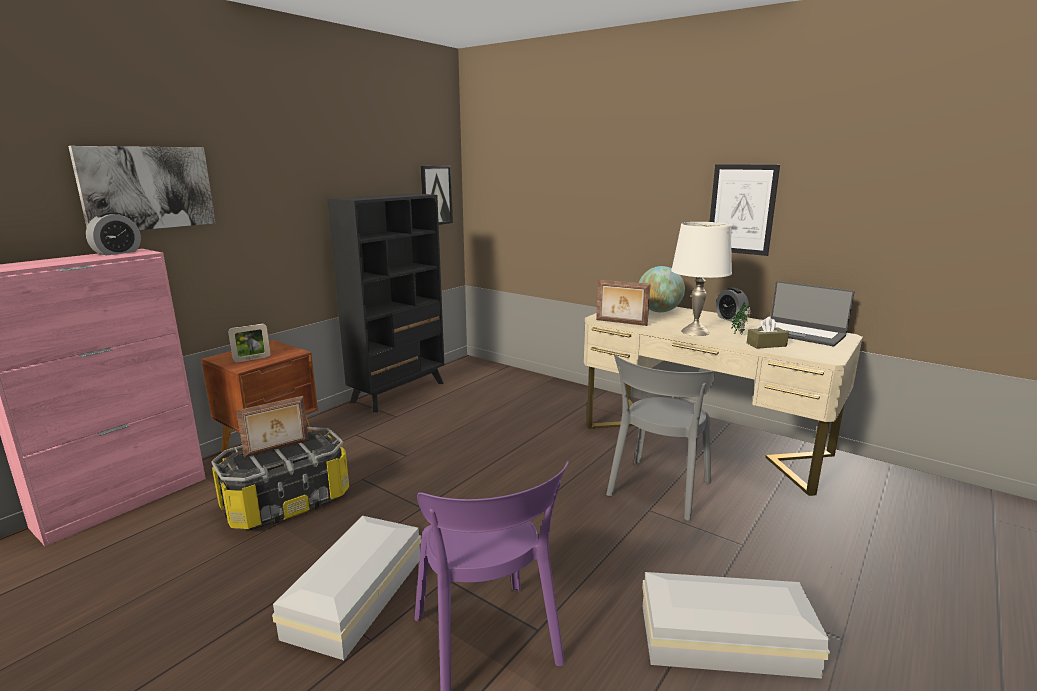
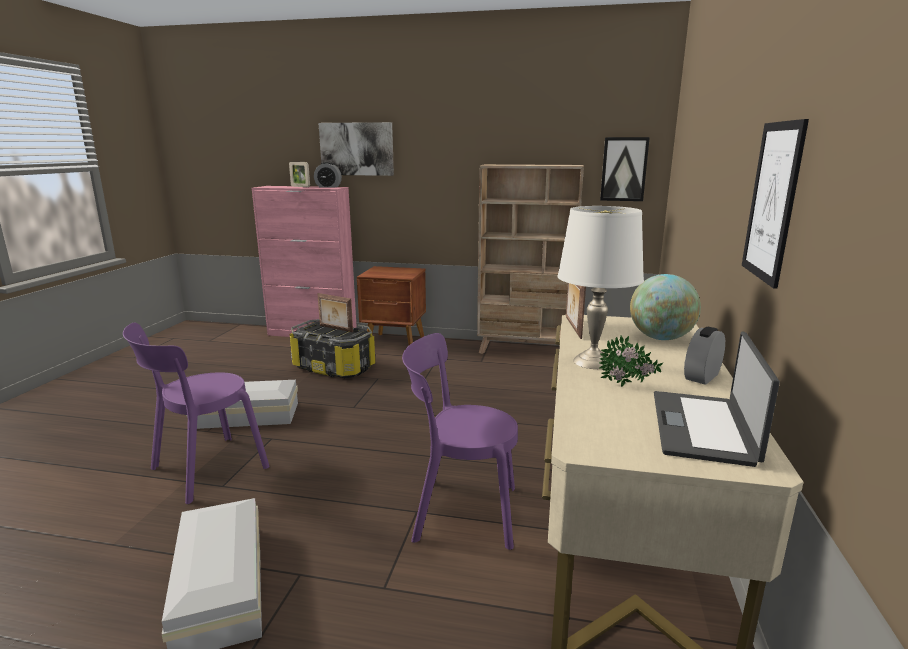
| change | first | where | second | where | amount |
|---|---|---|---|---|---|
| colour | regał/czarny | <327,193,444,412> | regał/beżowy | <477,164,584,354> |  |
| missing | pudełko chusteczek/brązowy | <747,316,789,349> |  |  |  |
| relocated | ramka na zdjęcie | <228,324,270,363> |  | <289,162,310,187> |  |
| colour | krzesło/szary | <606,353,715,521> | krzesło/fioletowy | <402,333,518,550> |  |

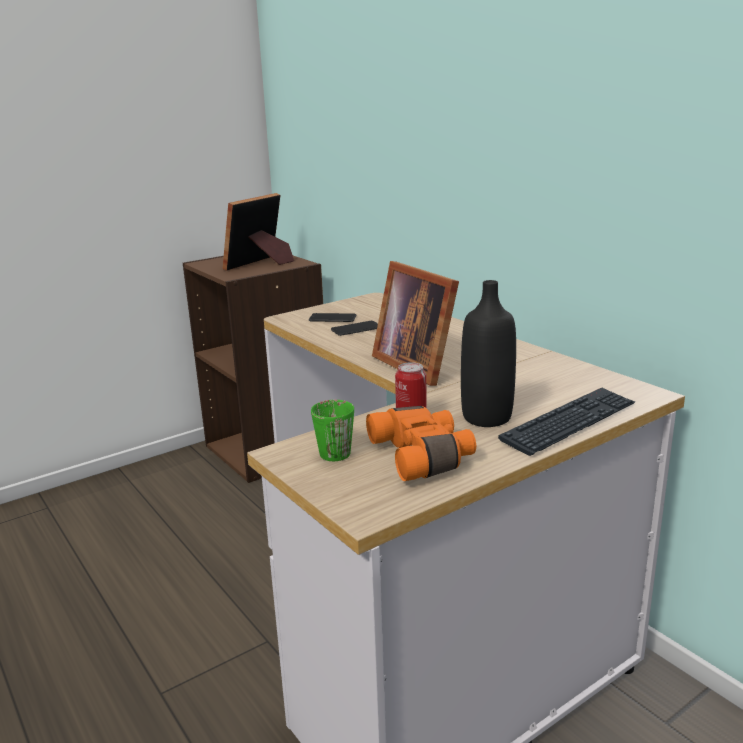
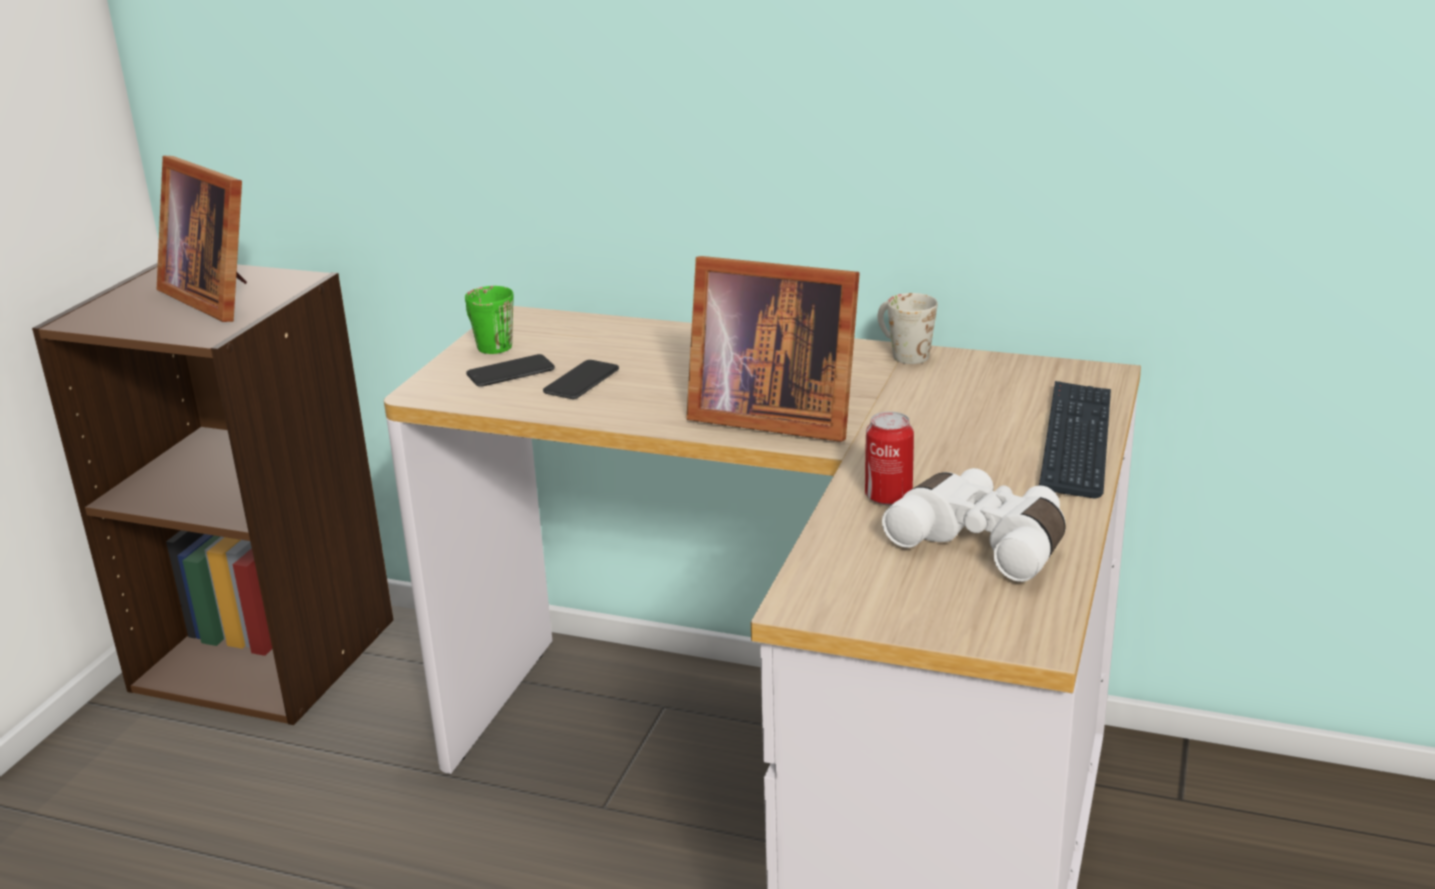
| change | first | where | second | where | amount |
|---|---|---|---|---|---|
| spun | ramka na zdjęcie | <223,193,294,271> |  | <157,156,247,322> | 45 degrees counterclockwise |
| missing | butelka/czarny | <461,280,516,427> |  |  |  |
| relocated | kubek/zielony | <311,400,354,461> |  | <465,286,514,354> |  |
| colour | lornetka/pomarańczowy | <366,406,476,481> | lornetka/biały | <882,468,1066,582> |  |
| appeared |  |  | kubek/biały | <878,293,938,364> |  |

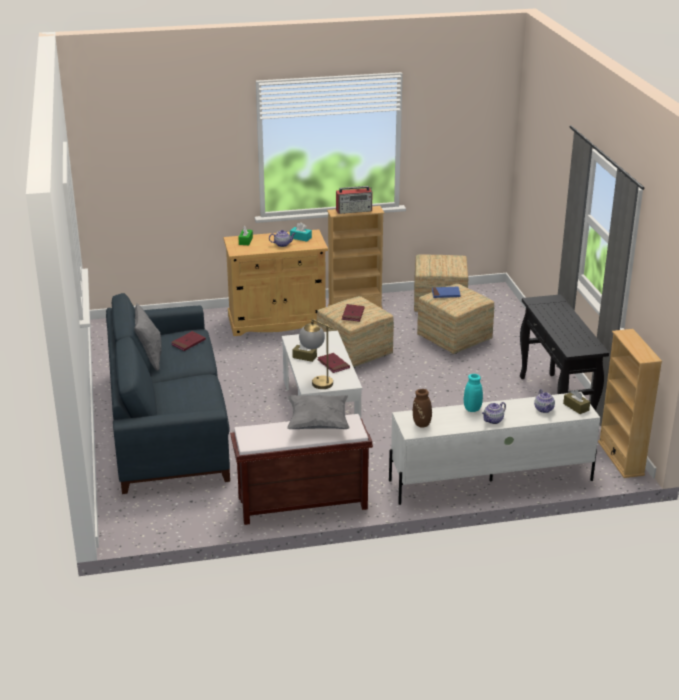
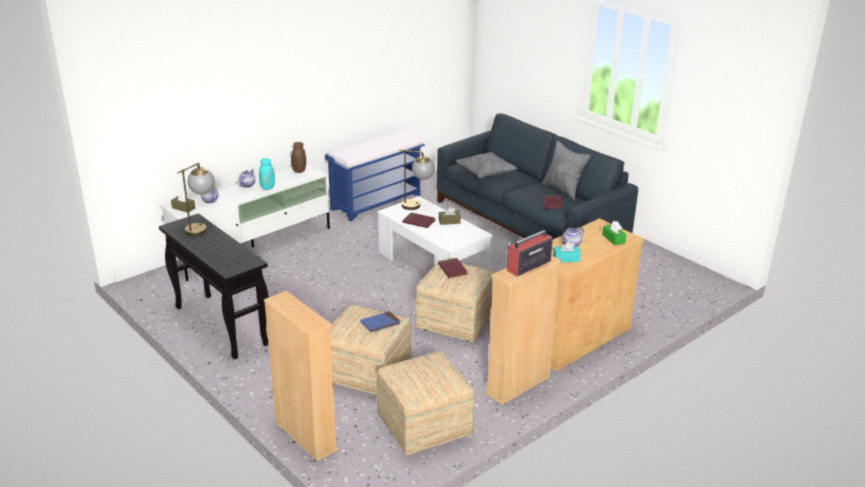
| change | first | where | second | where | amount |
|---|---|---|---|---|---|
| relocated | regał/beżowy | <598,329,662,478> |  | <264,291,338,461> |  |
| relocated | poduszka/szary | <287,395,350,429> |  | <455,152,518,178> |  |
| colour | ławka/brązowy | <230,414,373,525> | ławka/niebieski | <325,130,425,221> |  |
| appeared |  |  | lampa stołowa | <177,163,215,236> |  |

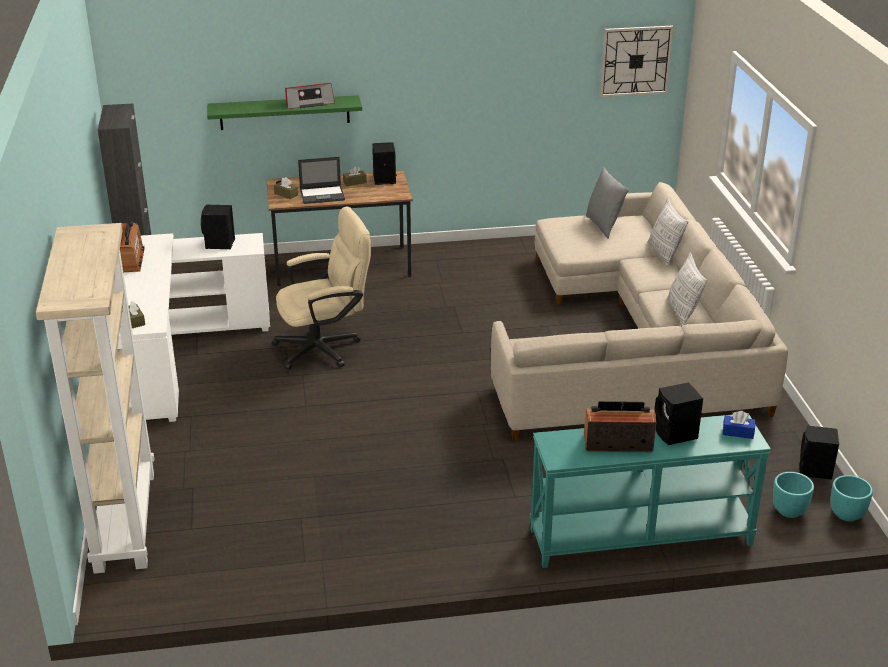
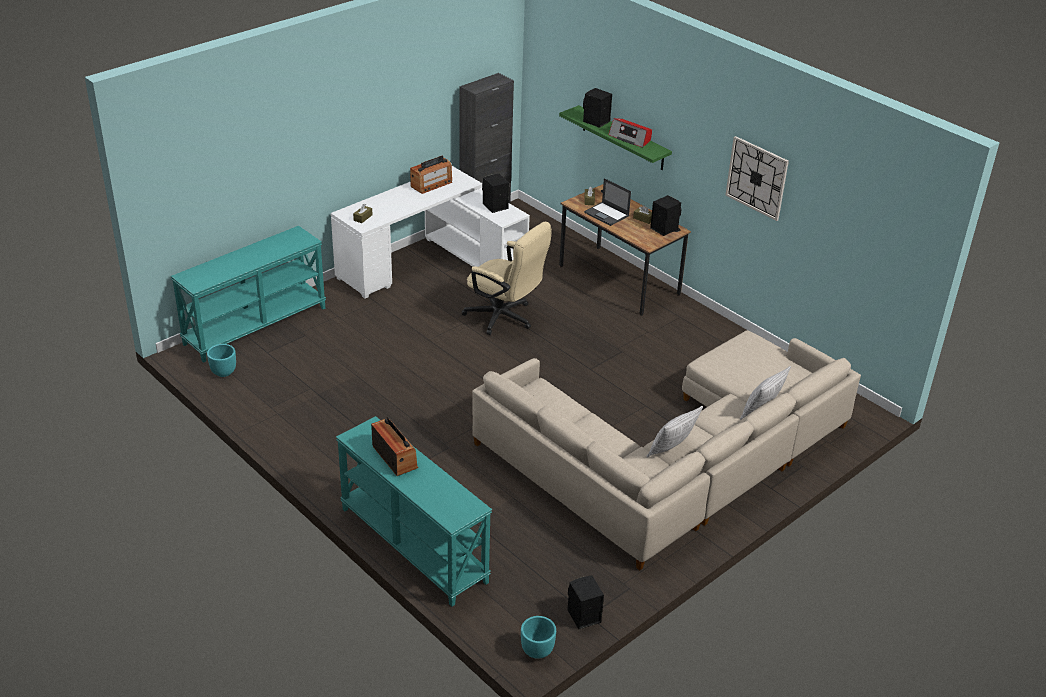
| change | first | where | second | where | amount |
|---|---|---|---|---|---|
| relocated | zegar ścienny | <600,26,674,97> |  | <726,136,789,221> |  |
| missing | poduszka/szary | <586,167,629,239> |  |  |  |
| exchanged | regał/beżowy | <36,223,154,574> | stolik konsolowy/turkusowy | <171,226,326,363> |  |
| relocated | głośnik/czarny | <655,382,703,445> |  | <583,88,612,128> |  |
| missing | pudełko chusteczek/niebieski | <723,411,755,439> |  |  |  |
| relocated | donica/turkusowy | <773,472,814,518> |  | <207,344,236,377> |  |

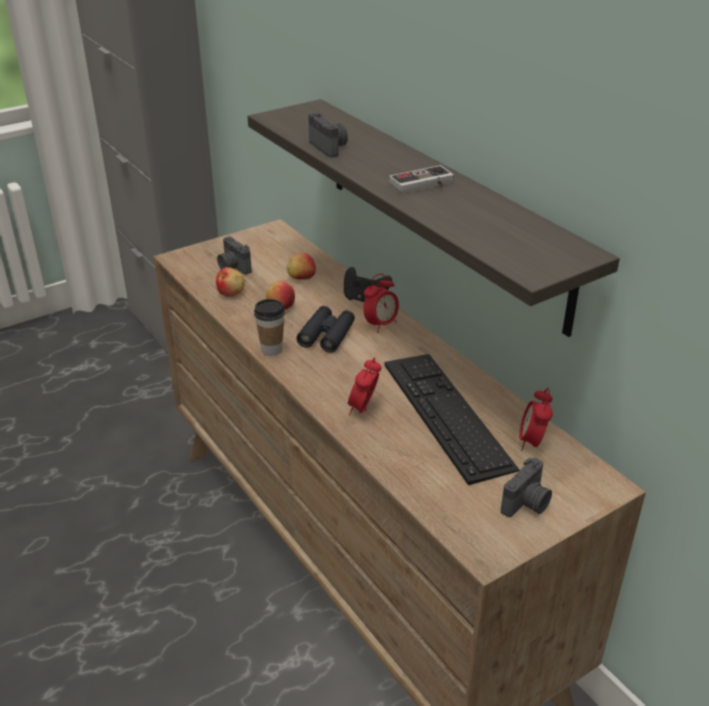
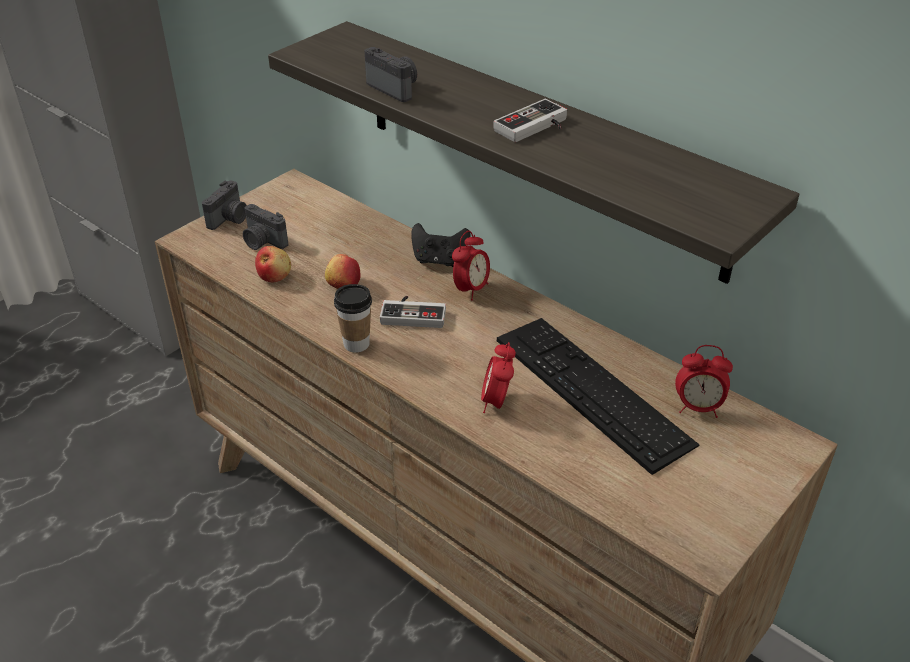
| change | first | where | second | where | amount |
|---|---|---|---|---|---|
| missing | jabłko | <287,253,316,280> |  |  |  |
| exchanged | lornetka/czarny | <297,306,355,353> | pad do gier | <380,296,446,328> |  |
| spun | budzik | <519,388,553,451> |  | <675,345,733,418> | 75 degrees counterclockwise |
| relocated | aparat fotograficzny | <501,458,552,517> |  | <202,181,247,230> |  |

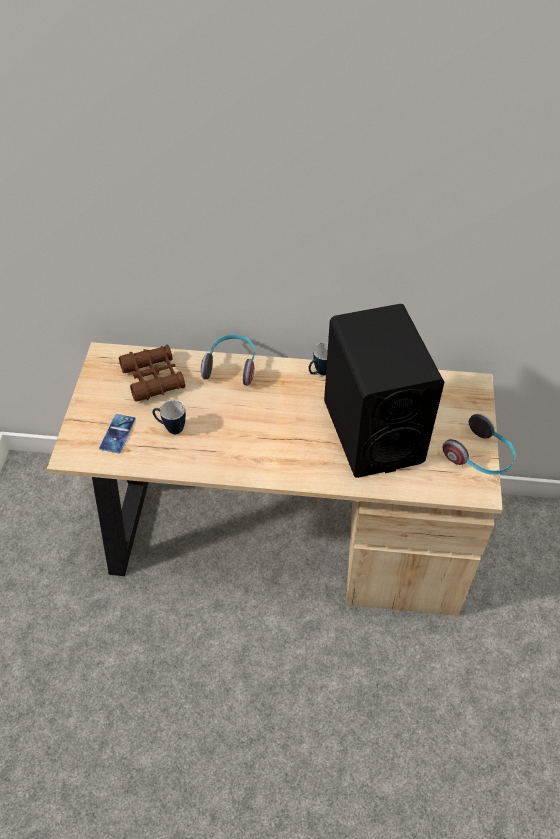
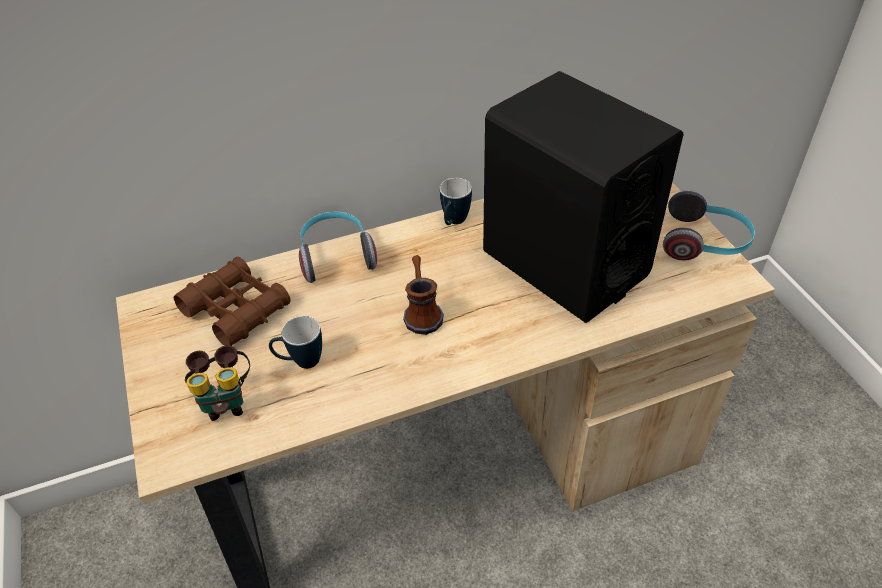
| change | first | where | second | where | amount |
|---|---|---|---|---|---|
| exchanged | telefon | <99,414,136,453> | lornetka | <185,345,250,421> |  |
| appeared |  |  | kubek | <403,255,444,335> |  |

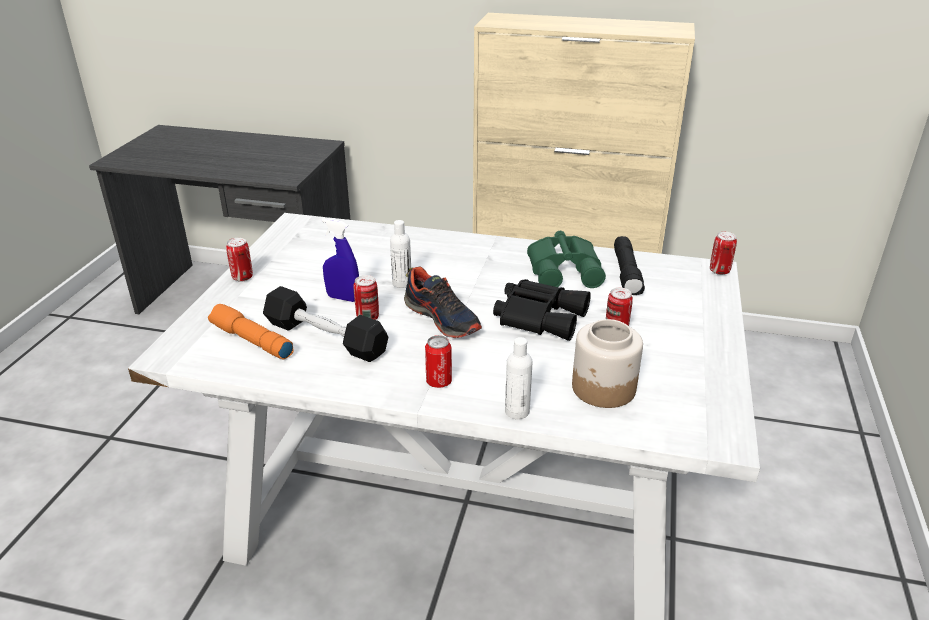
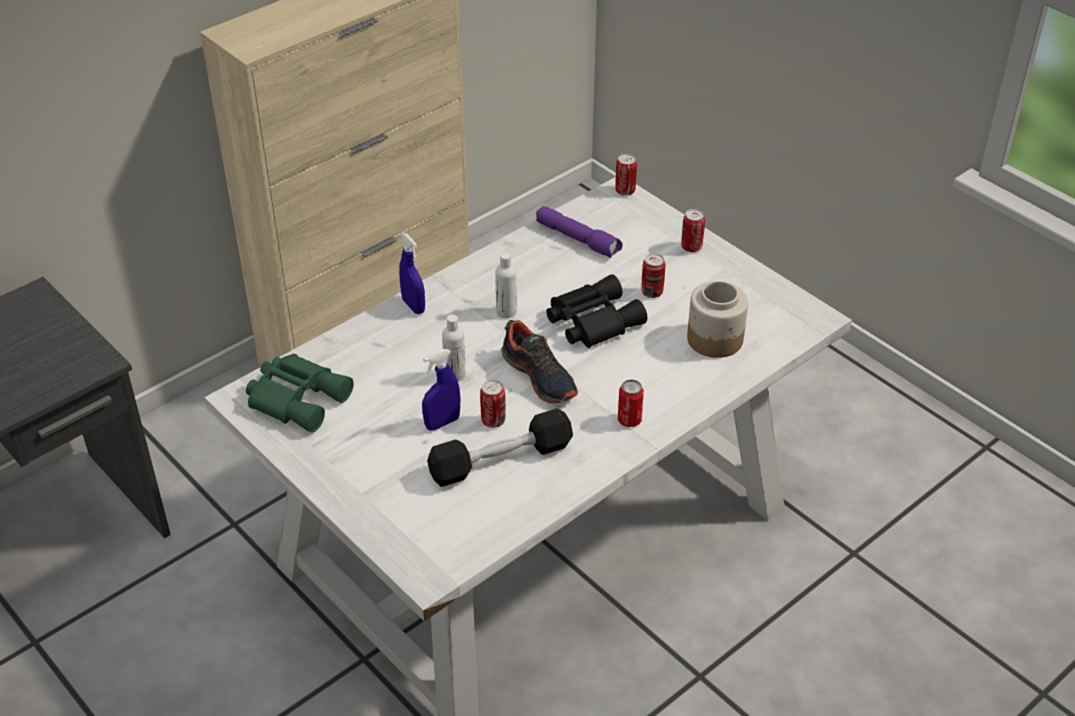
| change | first | where | second | where | amount |
|---|---|---|---|---|---|
| relocated | lornetka/zielony | <527,231,606,288> |  | <246,354,354,433> |  |
| colour | latarka/czarny | <614,236,645,295> | latarka/fioletowy | <536,206,623,258> |  |
| relocated | puszka | <226,238,253,282> |  | <681,209,705,252> |  |
| spun | but | <404,267,482,338> |  | <502,320,578,404> | 60 degrees clockwise |
| missing | latarka/pomarańczowy | <208,304,294,360> |  |  |  |
| relocated | butelka/biały | <505,337,533,419> |  | <495,253,517,318> |  |
| appeared |  |  | spryskiwacz/niebieski | <399,233,425,314> |  |

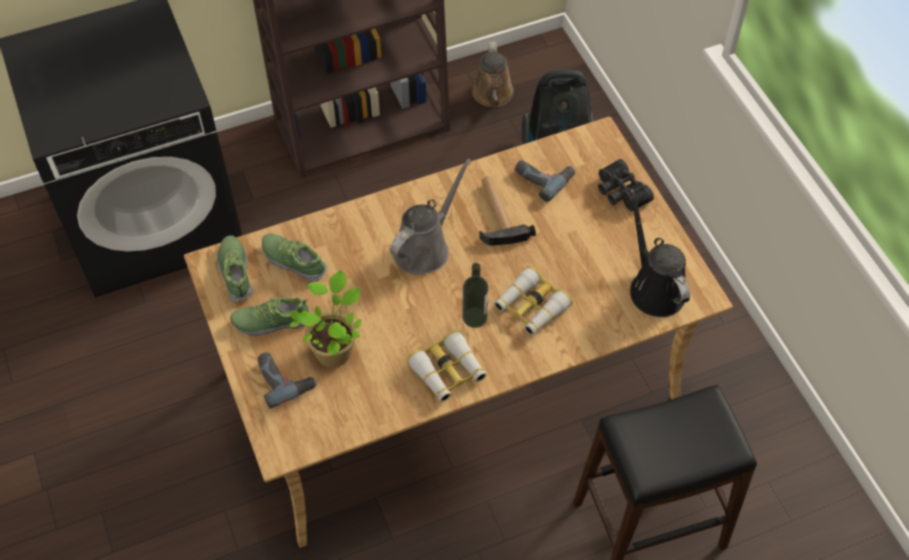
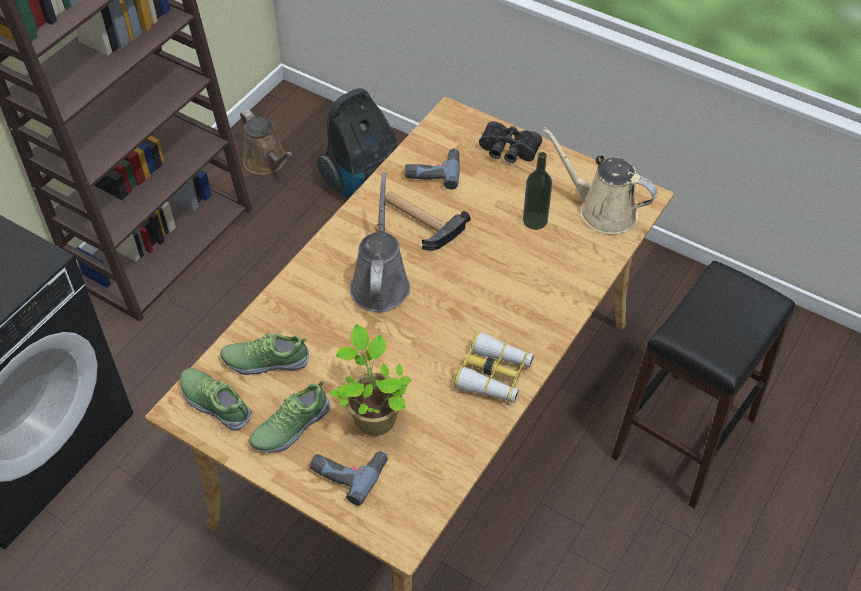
| change | first | where | second | where | amount |
|---|---|---|---|---|---|
| colour | konewka/czarny | <629,189,690,317> | konewka/beżowy | <543,127,658,234> |  |
| relocated | butelka | <462,263,489,328> |  | <523,152,552,230> |  |
| missing | lornetka | <494,266,573,335> |  |  |  |

